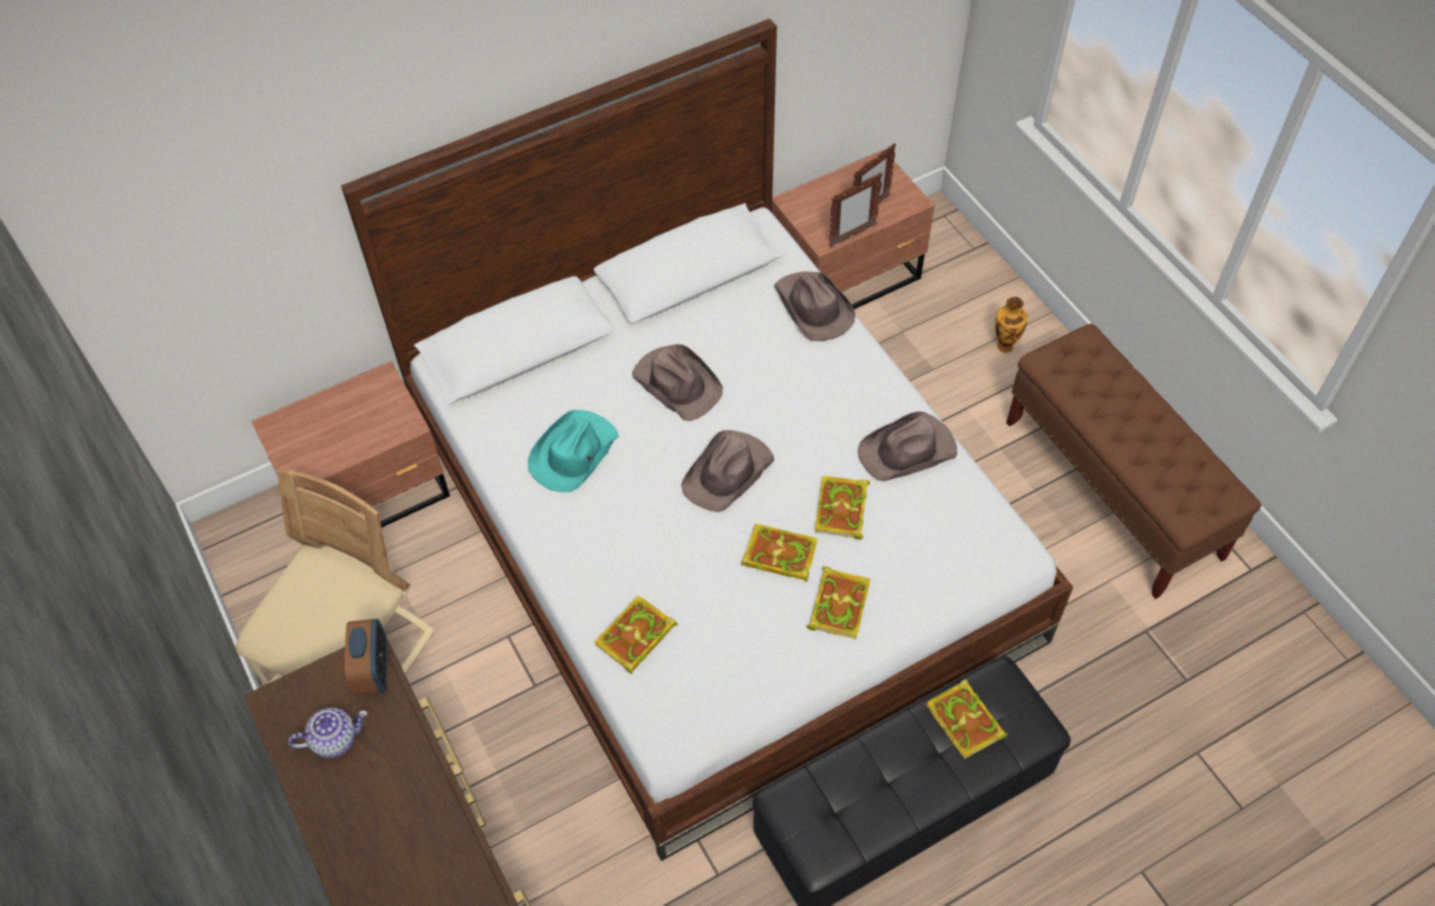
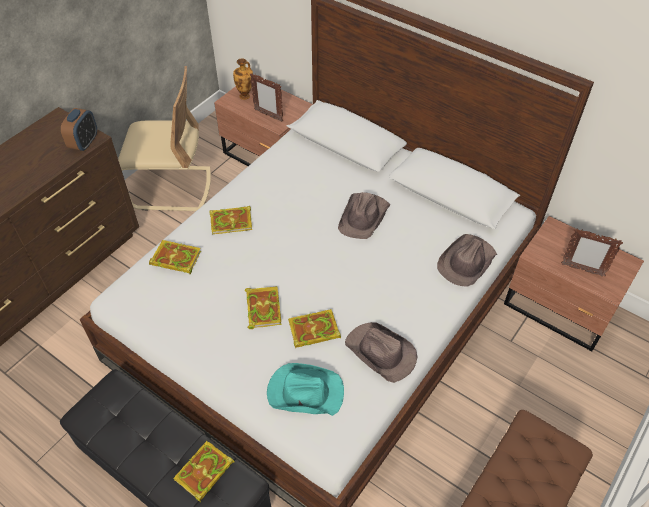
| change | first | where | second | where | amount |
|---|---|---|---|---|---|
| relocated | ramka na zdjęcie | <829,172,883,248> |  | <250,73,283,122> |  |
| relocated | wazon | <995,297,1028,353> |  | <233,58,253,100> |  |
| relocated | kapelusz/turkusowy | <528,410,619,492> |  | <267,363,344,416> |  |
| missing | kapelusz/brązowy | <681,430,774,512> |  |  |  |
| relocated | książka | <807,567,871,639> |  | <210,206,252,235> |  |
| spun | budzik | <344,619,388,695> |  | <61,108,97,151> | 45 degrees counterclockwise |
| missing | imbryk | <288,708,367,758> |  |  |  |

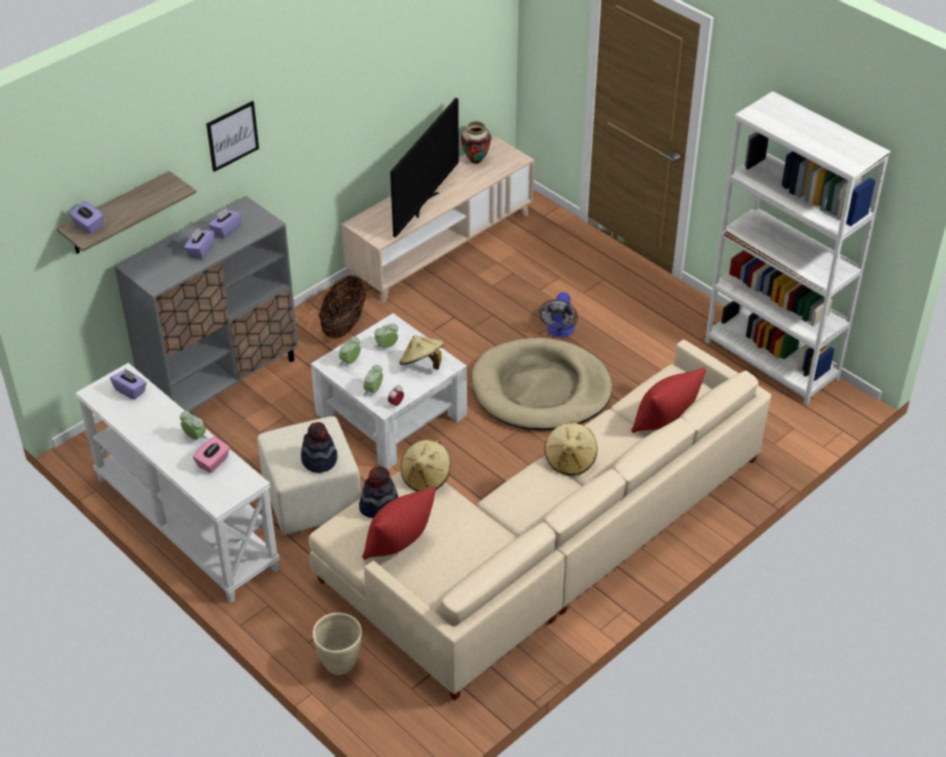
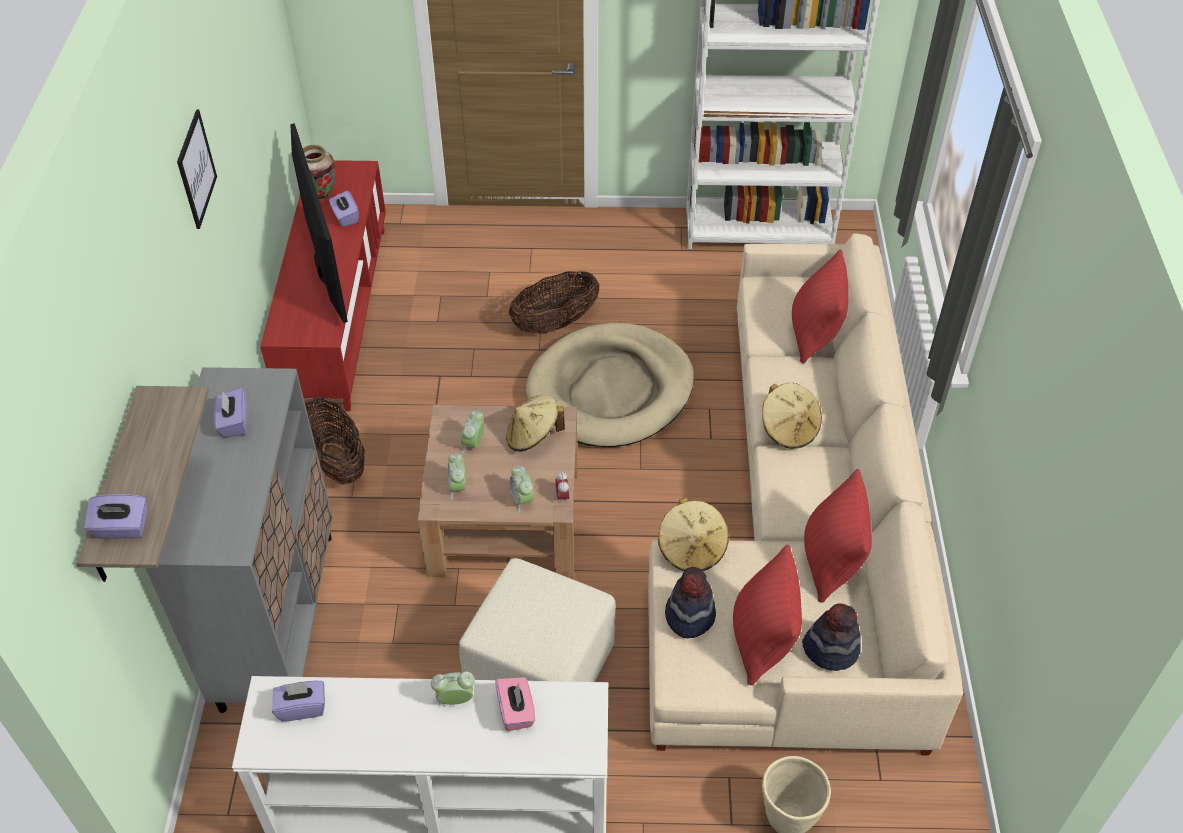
| change | first | where | second | where | amount |
|---|---|---|---|---|---|
| relocated | obraz | <206,101,259,172> |  | <177,110,217,229> |  |
| colour | szafka pod telewizor/beżowy | <341,137,534,303> | szafka pod telewizor/czerwony | <260,160,386,411> |  |
| relocated | pudełko chusteczek/fioletowy | <184,227,215,259> |  | <329,190,359,227> |  |
| exchanged | wentylator | <539,292,578,337> | koszyk | <509,271,599,334> |  |
| colour | ława/biały | <311,313,467,470> | ława/brązowy | <418,405,578,579> |  |
| relocated | kapelusz | <301,422,338,473> |  | <802,603,861,671> |  |
| appeared |  |  | poduszka/czerwony | <804,469,872,603> |  |

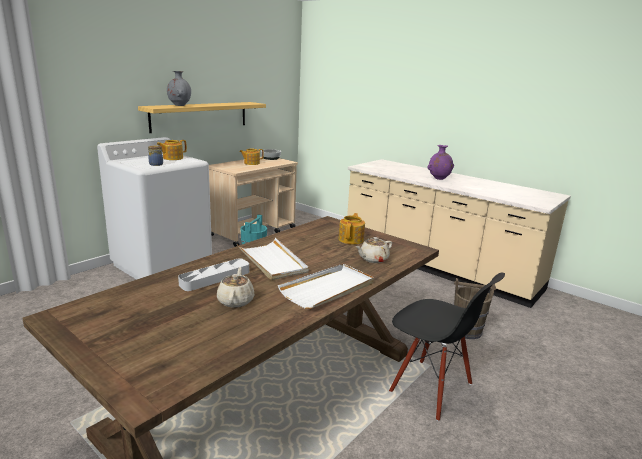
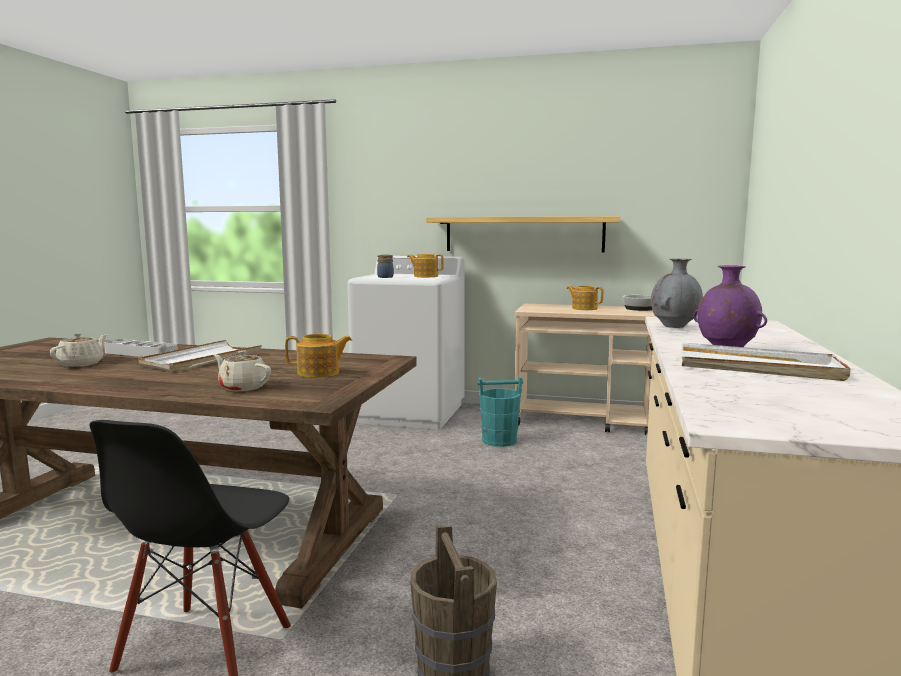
| change | first | where | second | where | amount |
|---|---|---|---|---|---|
| relocated | wazon/szary | <167,71,191,106> |  | <651,259,703,328> |  |
| relocated | taca/biały | <278,264,374,309> |  | <681,343,851,381> |  |
| spun | imbryk/beżowy | <217,267,255,308> |  | <50,333,108,367> | 45 degrees counterclockwise |

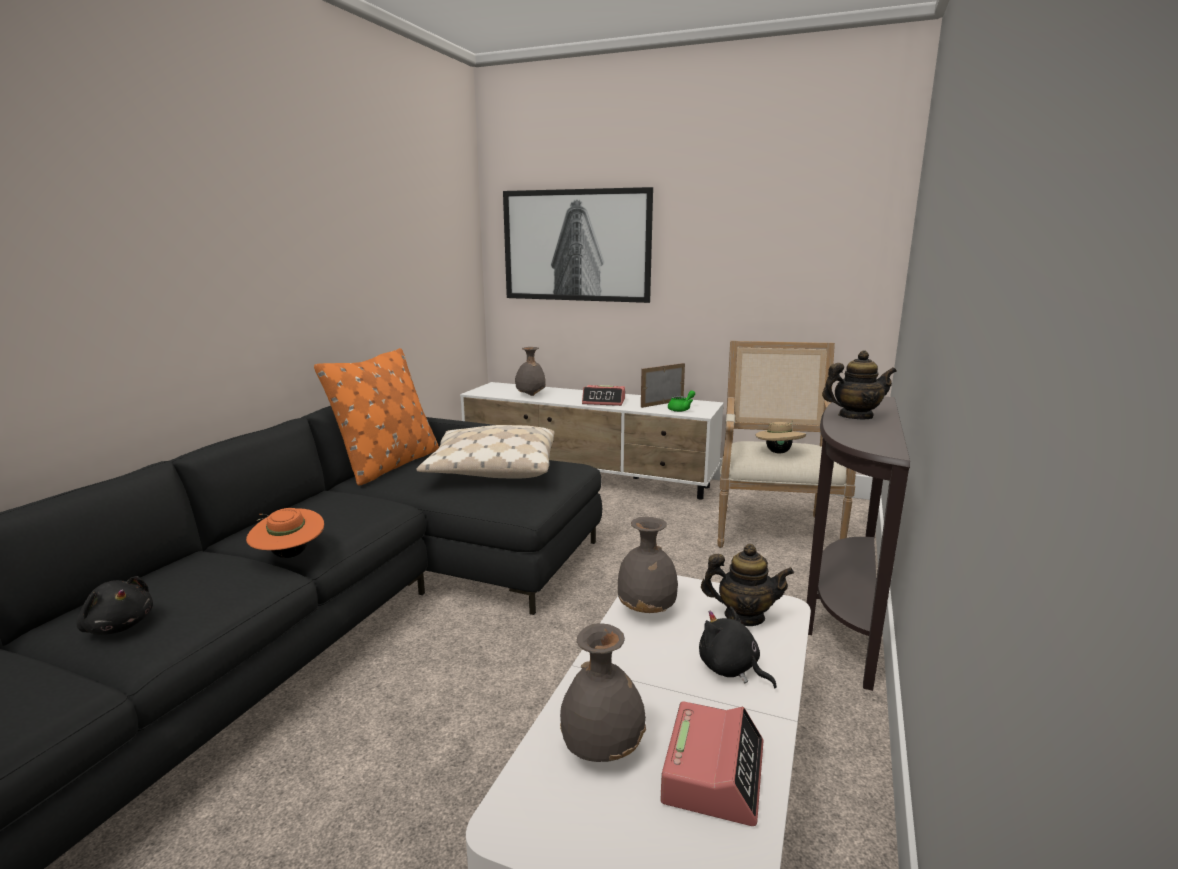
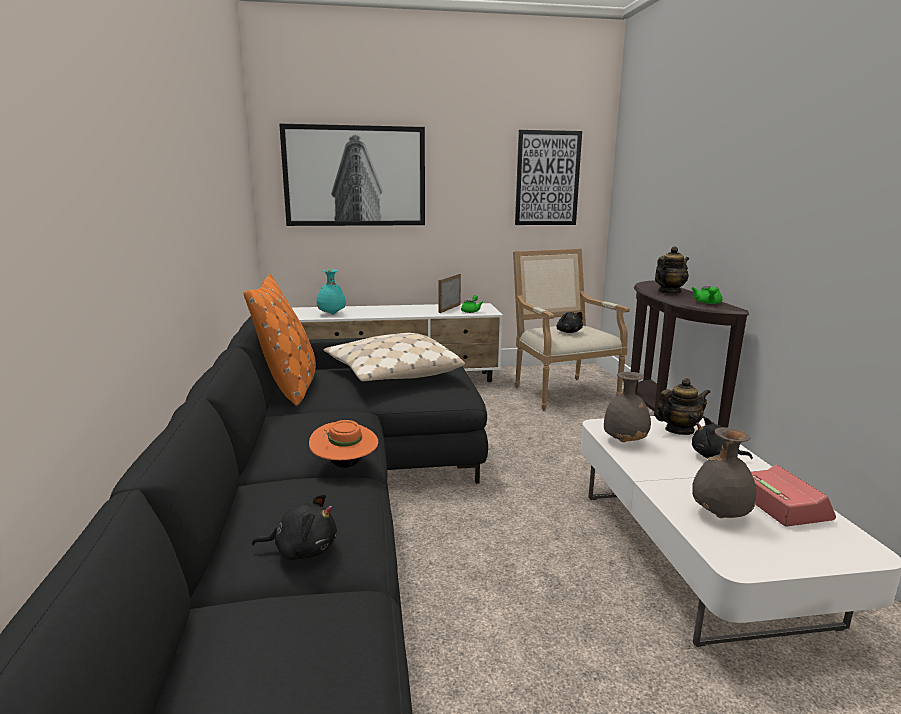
| change | first | where | second | where | amount |
|---|---|---|---|---|---|
| colour | wazon/szary | <515,347,546,396> | wazon/turkusowy | <316,269,346,315> |  |
| missing | budzik | <582,385,625,406> |  |  |  |
| exchanged | kapelusz/beżowy | <755,420,806,454> | pluszak/czarny | <556,312,583,333> |  |
| appeared |  |  | obraz | <515,130,582,225> |  |
| appeared |  |  | imbryk/zielony | <691,286,723,304> |  |

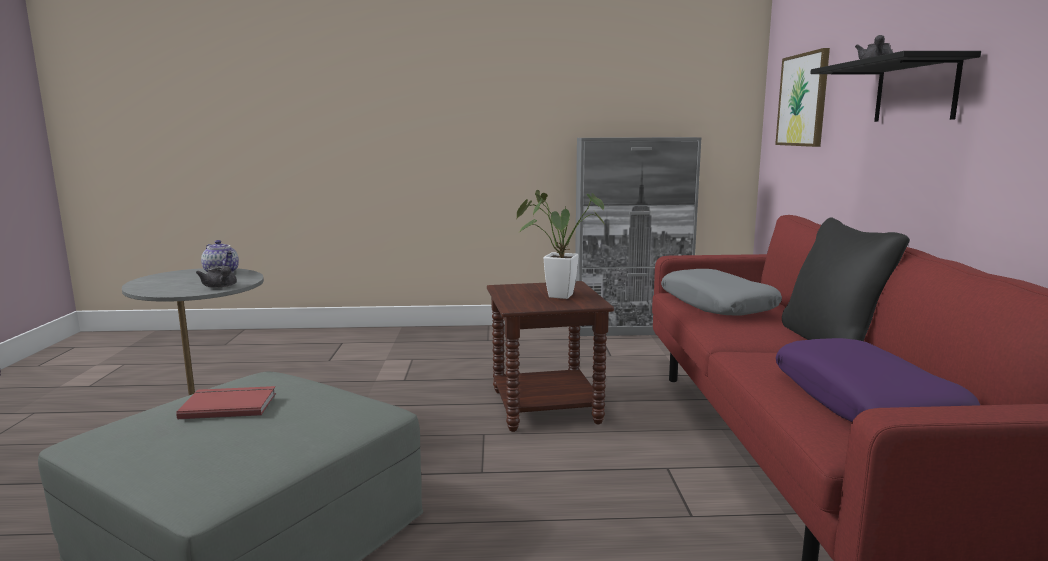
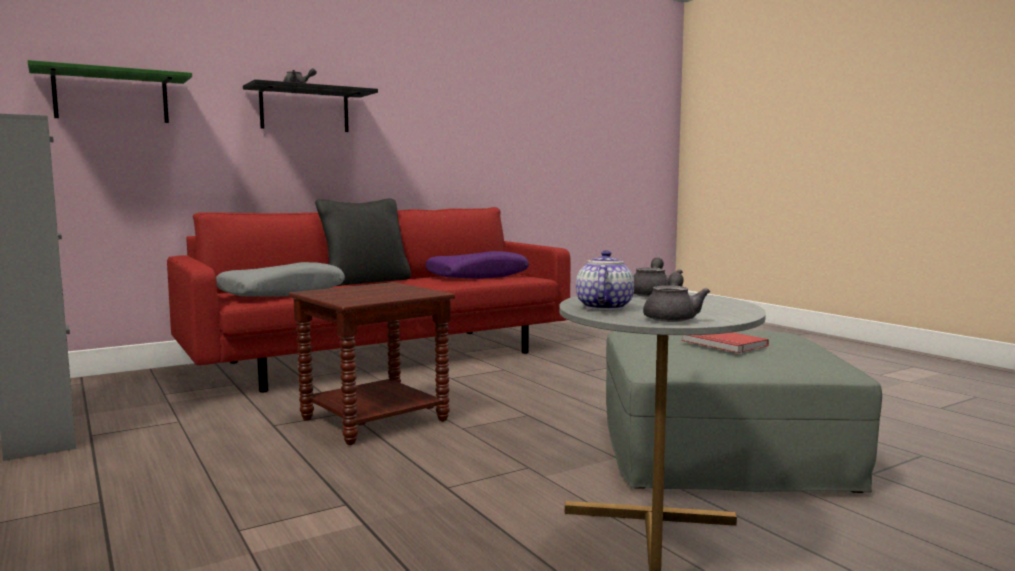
| change | first | where | second | where | amount |
|---|---|---|---|---|---|
| exchanged | obraz | <775,48,830,147> | półka/zielony | <28,60,192,123> |  |
| missing | roślina doniczkowa | <516,190,606,299> |  |  |  |
| appeared |  |  | imbryk/szary | <643,272,710,322> |  |

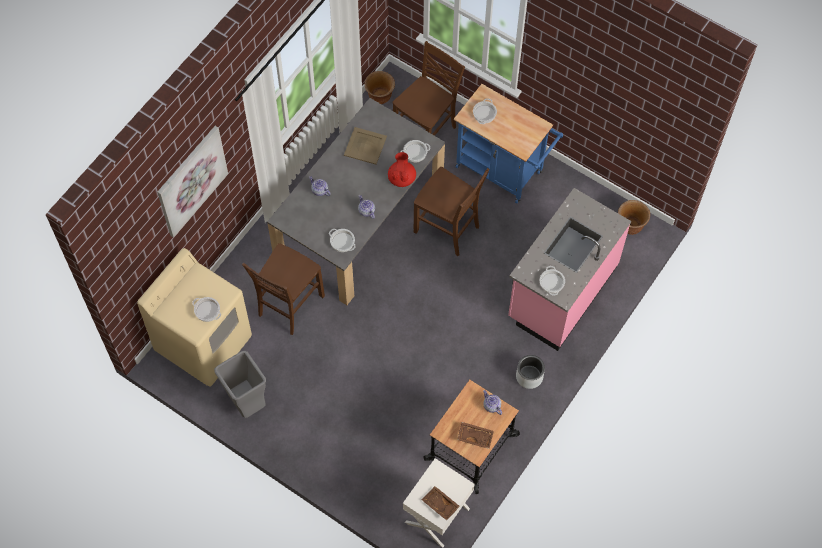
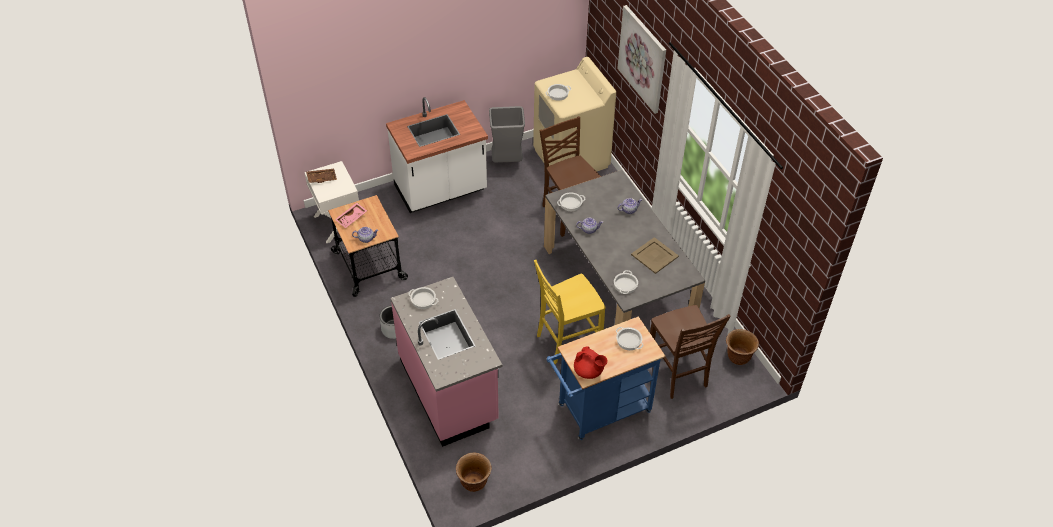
| change | first | where | second | where | amount |
|---|---|---|---|---|---|
| relocated | imbryk/czerwony | <388,152,416,187> |  | <574,346,608,379> |  |
| colour | krzesło/brązowy | <414,167,490,256> | krzesło/żółty | <534,260,605,364> |  |
| colour | taca/brązowy | <457,422,494,449> | taca/różowy | <335,203,367,228> |  |
| appeared |  |  | zabudowa kuchenna/biały | <386,97,488,213> |  |

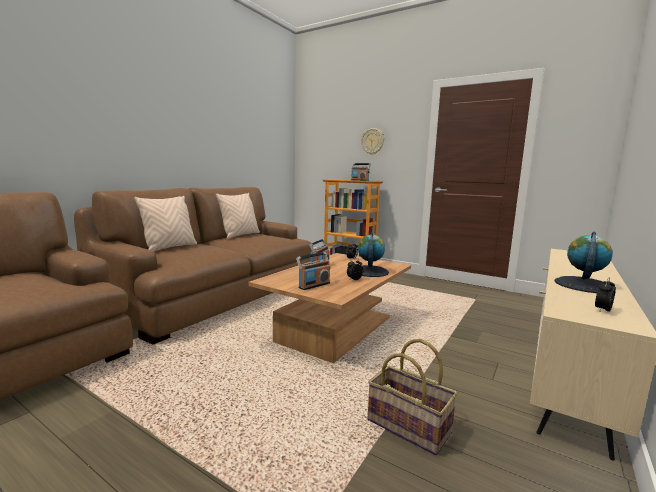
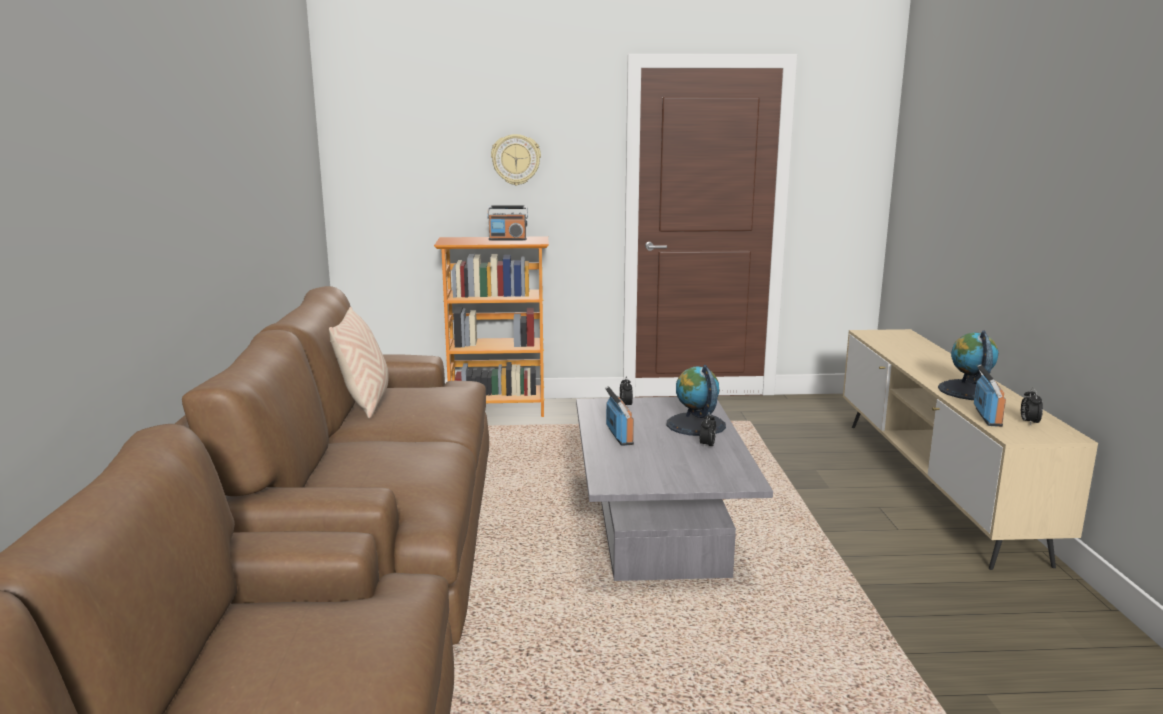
| change | first | where | second | where | amount |
|---|---|---|---|---|---|
| missing | poduszka/beżowy | <134,196,197,252> |  |  |  |
| relocated | radio | <296,252,330,290> |  | <974,364,1006,427> |  |
| colour | ława/brązowy | <248,253,411,363> | ława/szary | <576,397,773,581> |  |
| missing | koszyk | <368,339,458,455> |  |  |  |

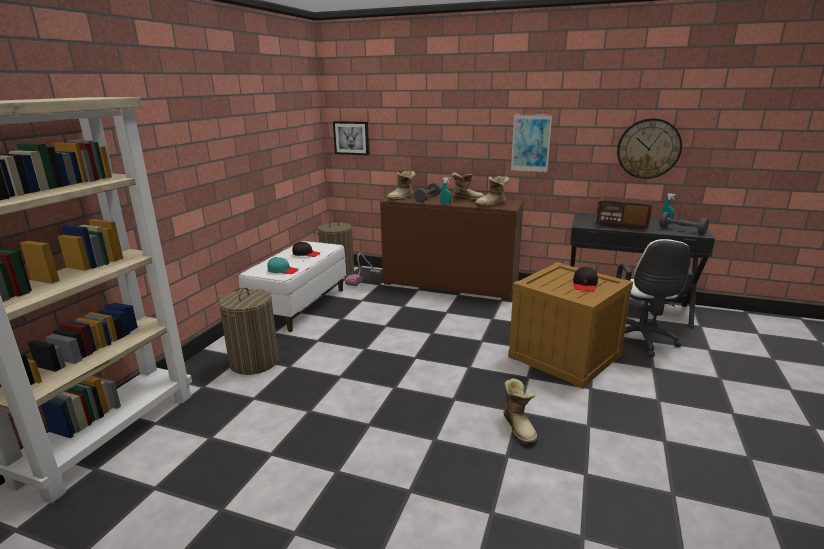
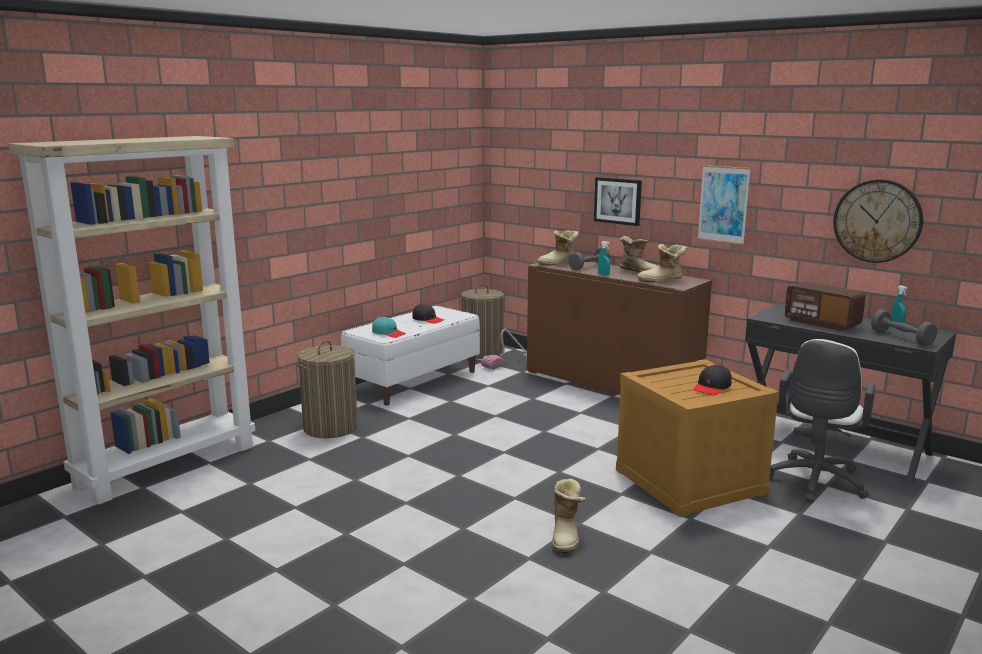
| change | first | where | second | where | amount |
|---|---|---|---|---|---|
| relocated | obraz | <333,121,369,155> |  | <594,177,642,226> |  |

